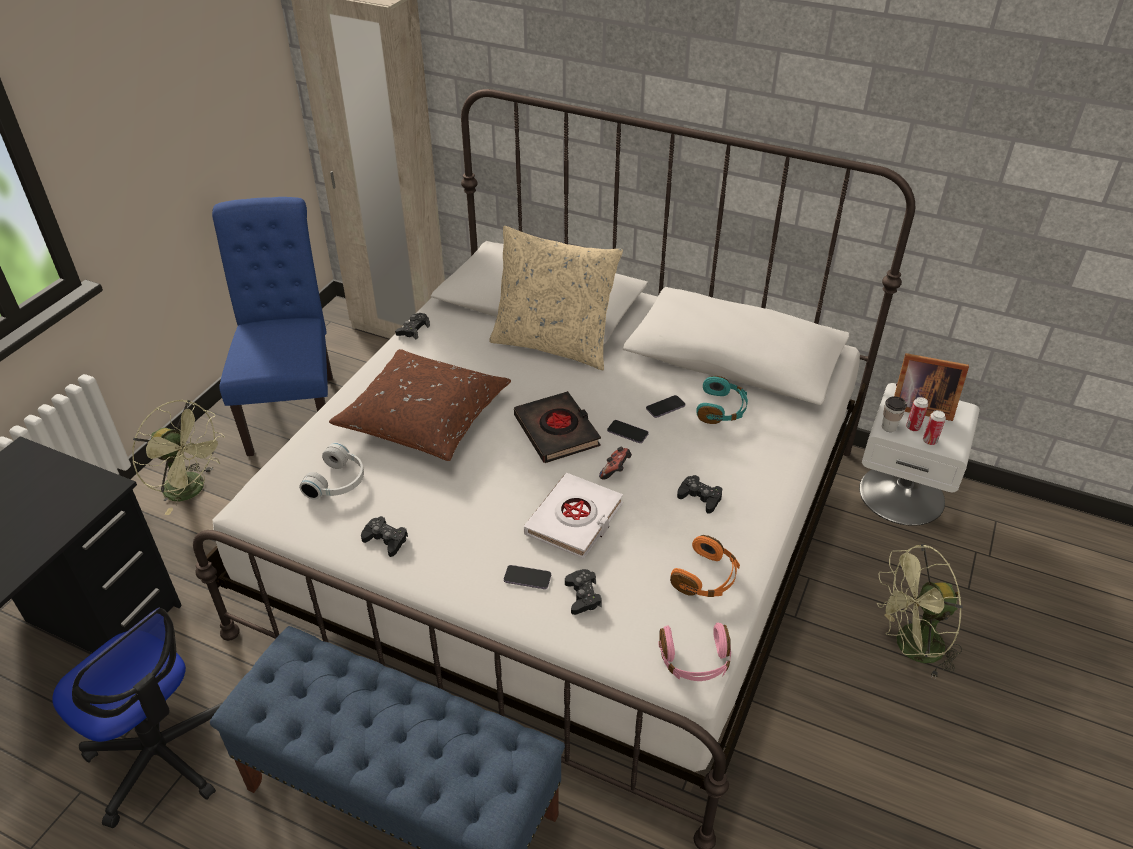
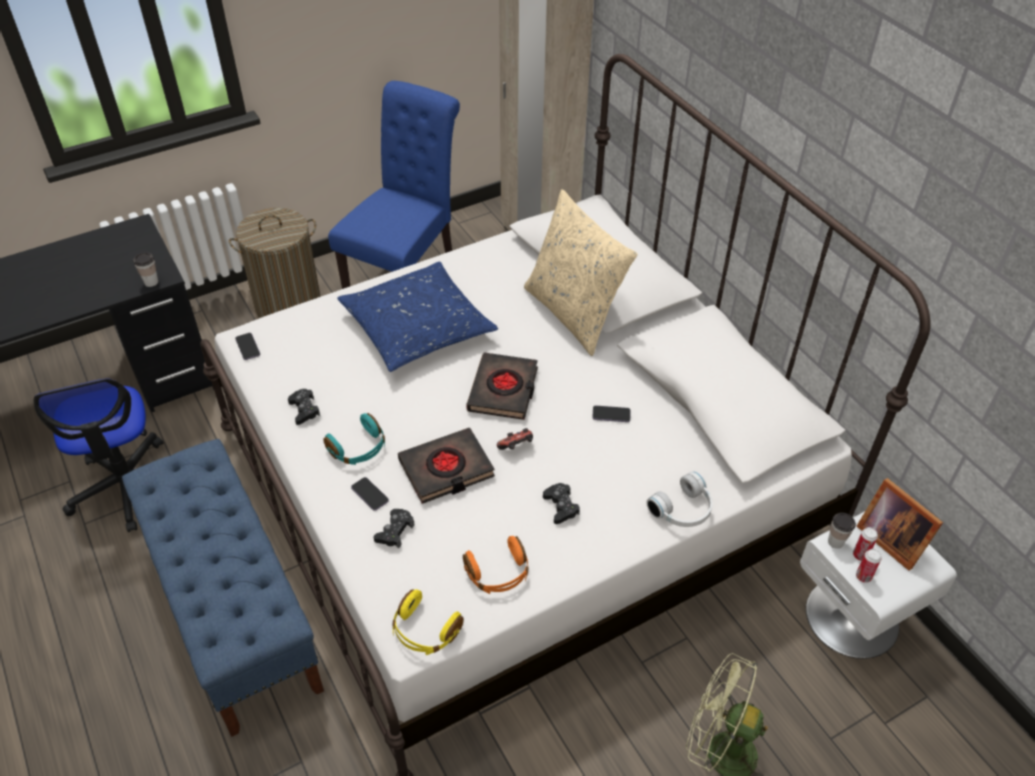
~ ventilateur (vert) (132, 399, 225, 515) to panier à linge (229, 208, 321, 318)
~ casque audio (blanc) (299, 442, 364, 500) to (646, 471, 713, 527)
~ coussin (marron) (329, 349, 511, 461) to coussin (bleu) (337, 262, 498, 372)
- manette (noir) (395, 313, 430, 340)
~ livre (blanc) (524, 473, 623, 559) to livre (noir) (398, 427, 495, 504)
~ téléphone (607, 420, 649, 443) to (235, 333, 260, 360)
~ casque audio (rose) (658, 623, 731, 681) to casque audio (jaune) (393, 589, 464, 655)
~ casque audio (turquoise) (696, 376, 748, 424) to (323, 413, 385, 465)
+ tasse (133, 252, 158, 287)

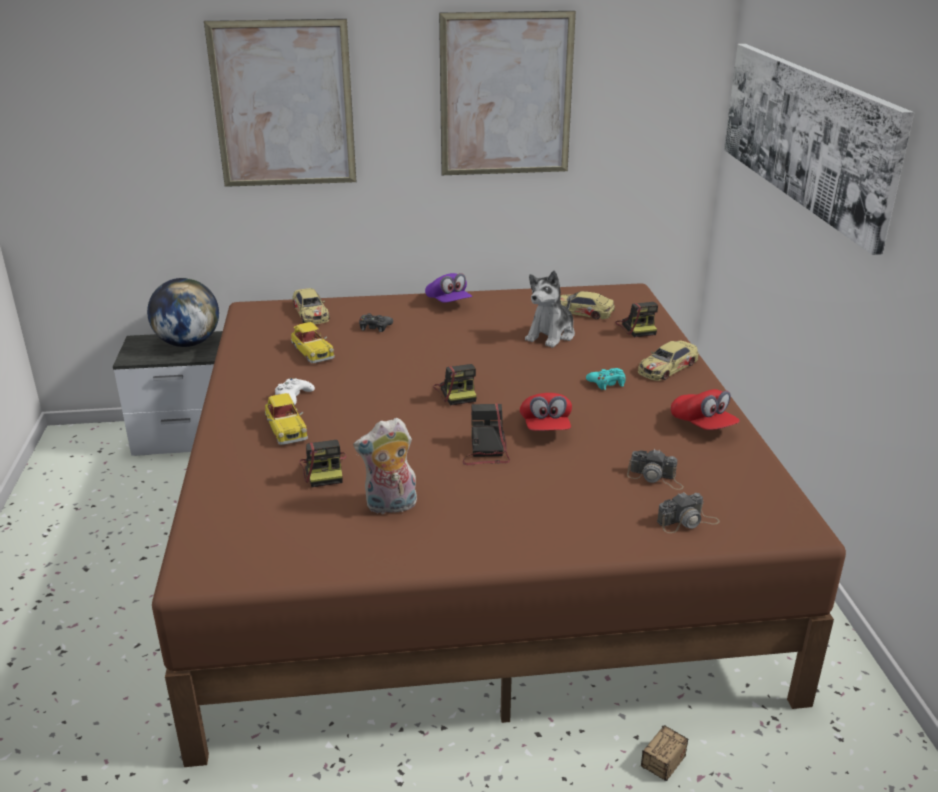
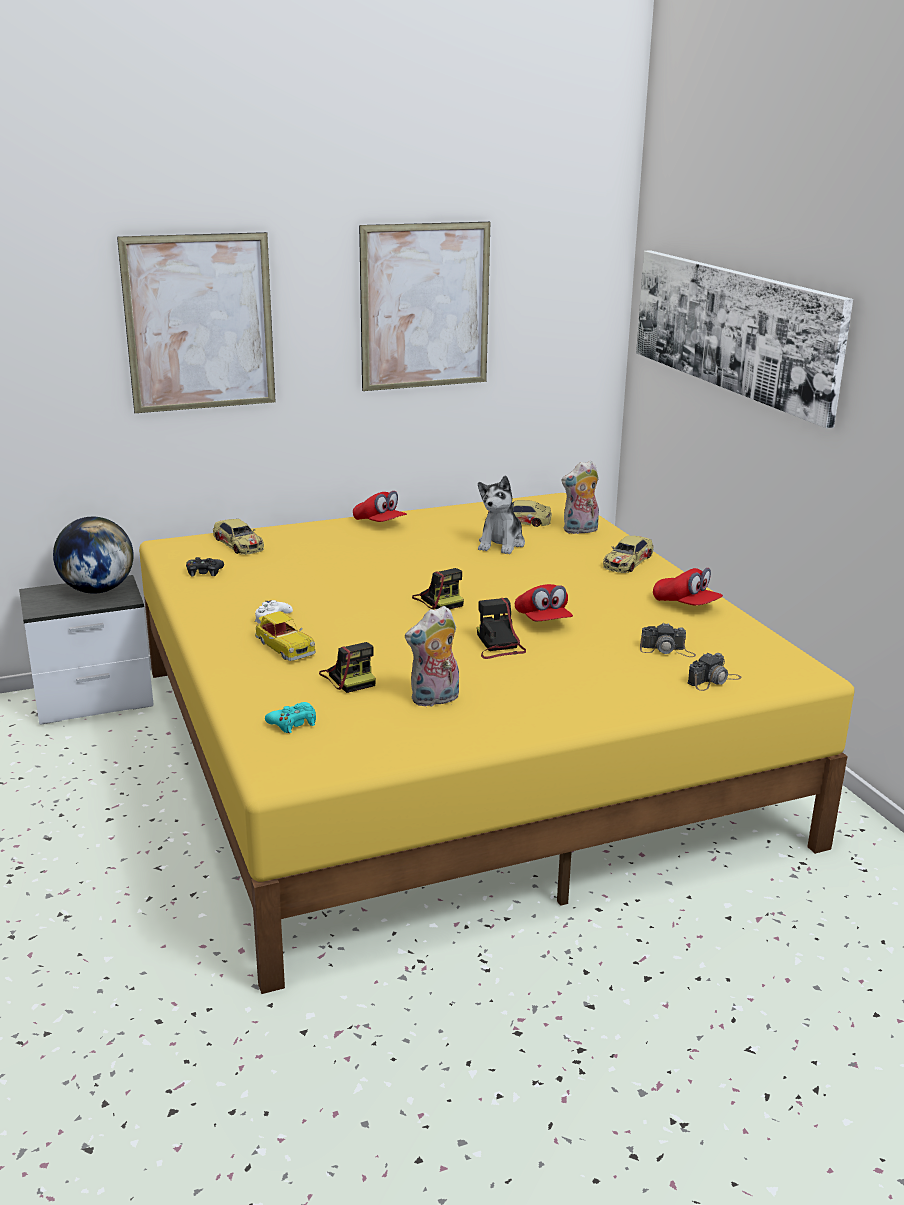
~ lit (marron) (152, 283, 846, 767) to lit (jaune) (139, 493, 855, 994)
- petite voiture (291, 322, 335, 363)
~ manette (noir) (359, 313, 393, 332) to (186, 557, 224, 577)
~ casquette (violet) (425, 273, 472, 303) to casquette (rouge) (353, 491, 407, 522)
~ manette (turquoise) (586, 368, 626, 390) to (265, 702, 316, 733)
~ appareil photo (615, 302, 658, 337) to peluche (561, 460, 599, 534)
- boîte de rangement (641, 725, 688, 781)

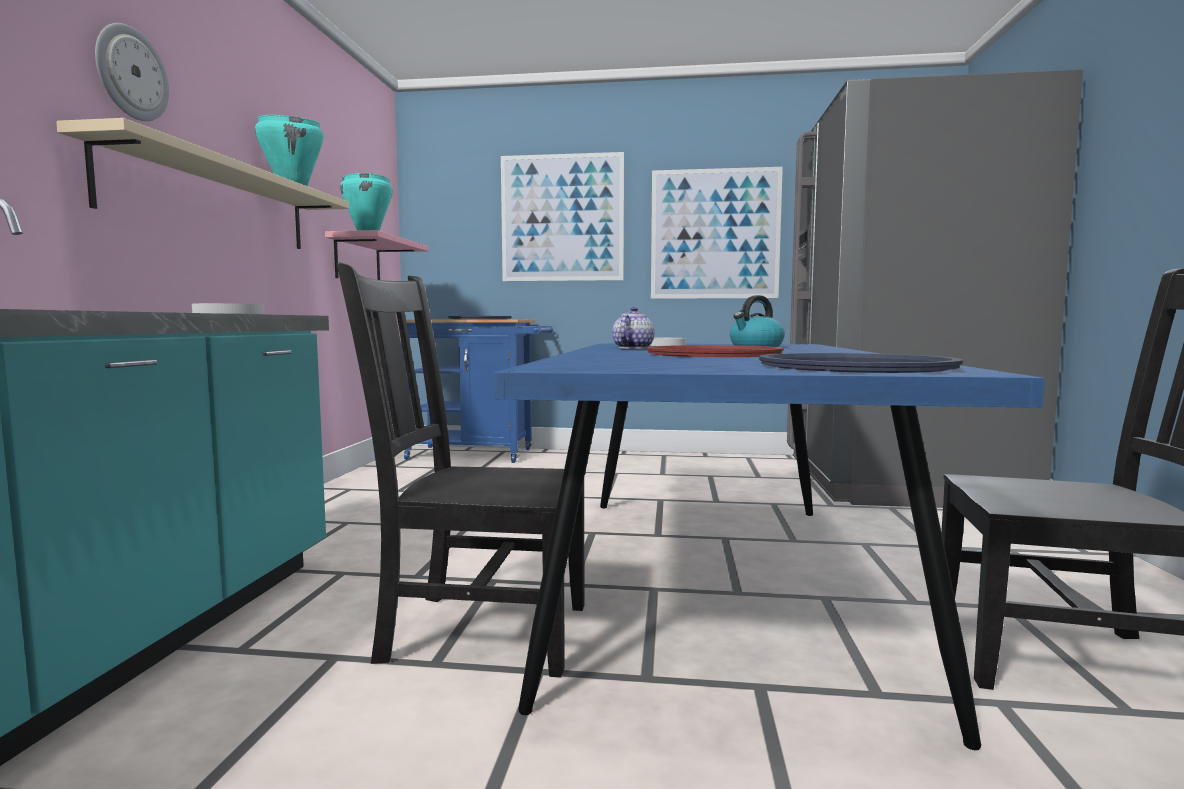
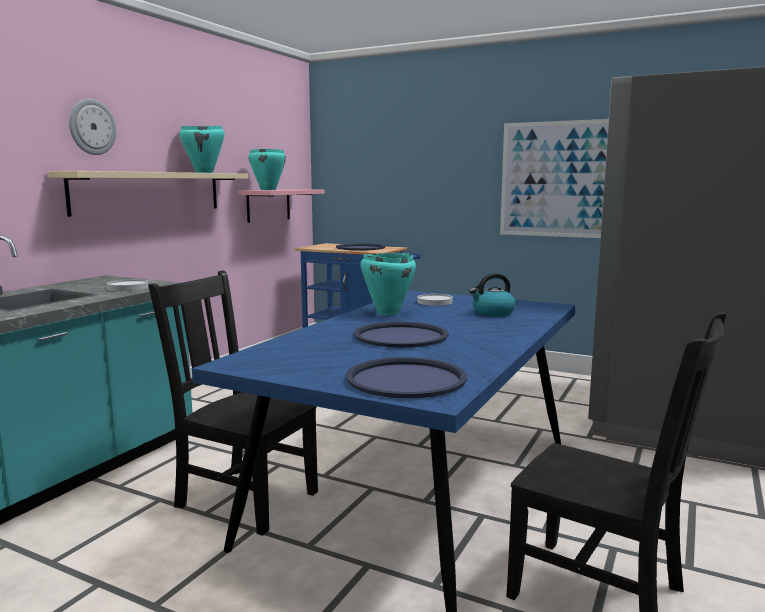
- tableau (501, 152, 624, 281)
~ théière (613, 307, 654, 349) to marmite (turquoise) (360, 253, 416, 315)
~ plateau (rouge) (646, 345, 784, 357) to plateau (bleu) (354, 322, 448, 348)

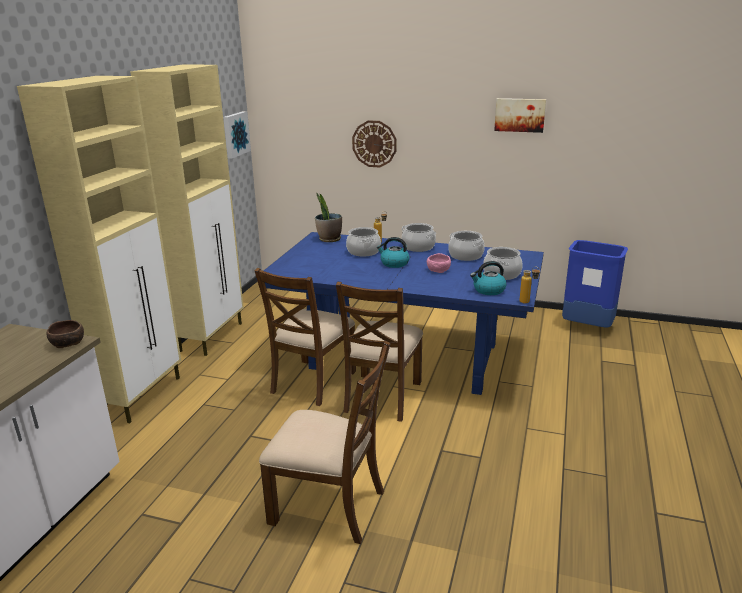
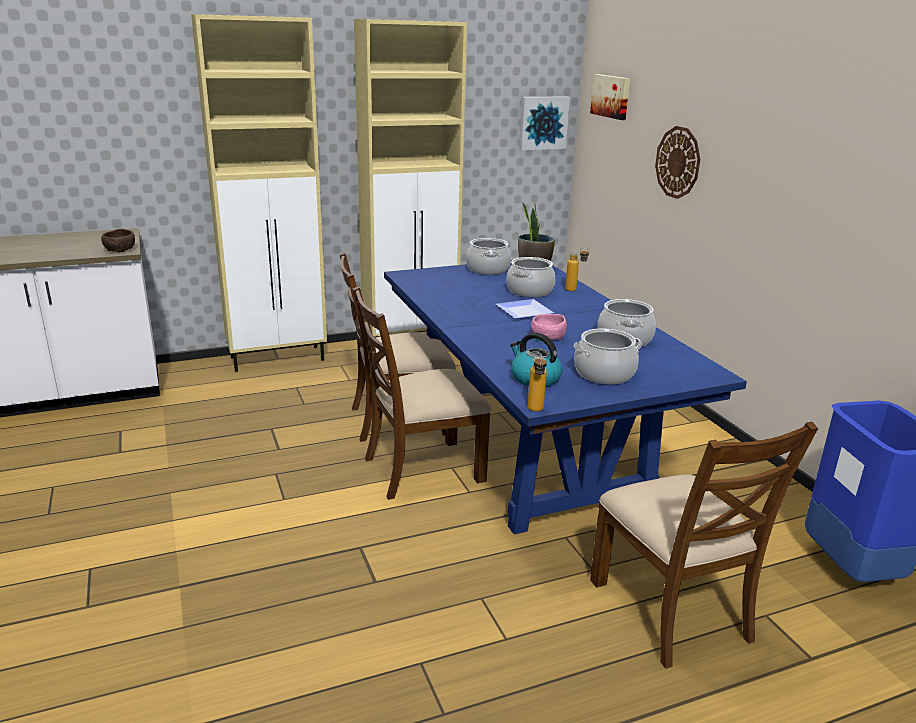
~ chaise (marron) (259, 340, 391, 544) to (590, 422, 818, 669)
~ bouilloire (377, 237, 410, 268) to assiette (496, 299, 555, 319)
~ marmite (401, 223, 436, 252) to (466, 238, 511, 275)
~ tableau (494, 98, 546, 133) to (590, 74, 630, 120)

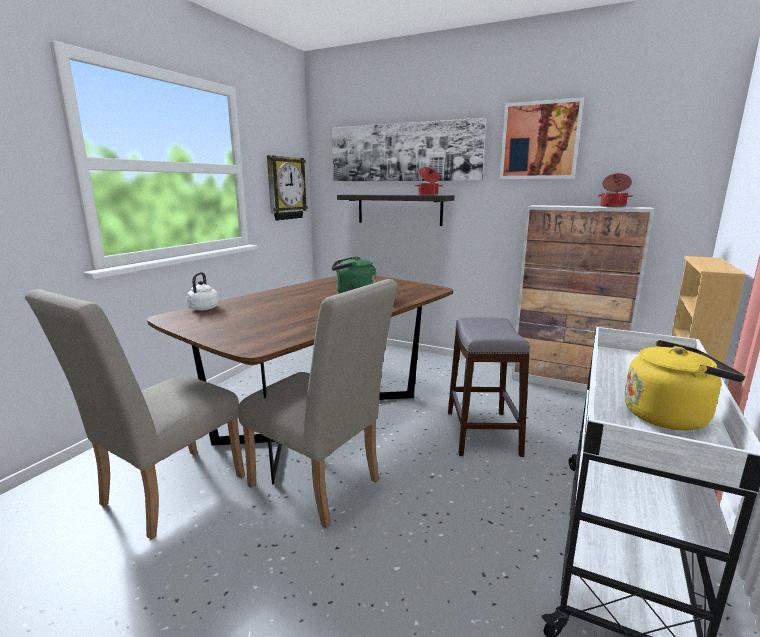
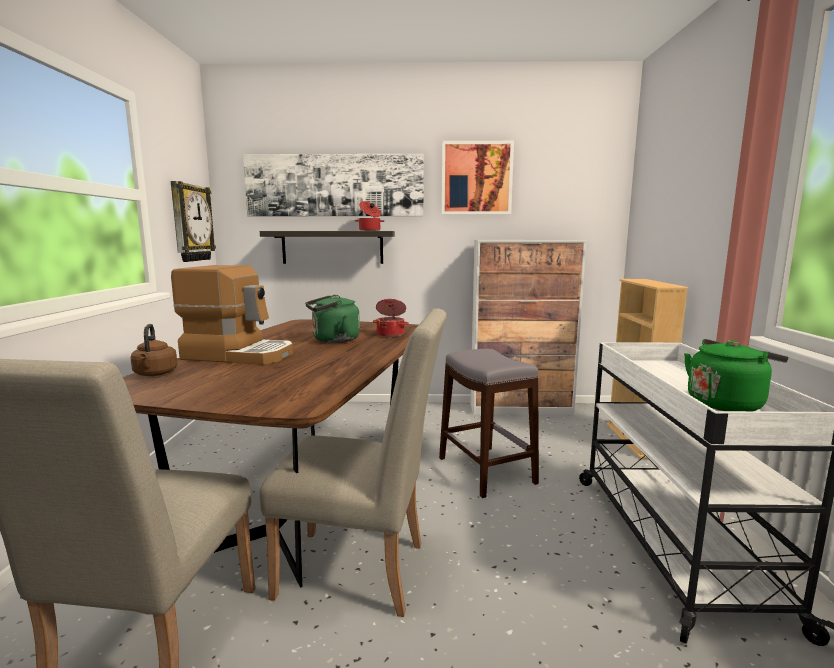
~ bouilloire (blanc) (186, 272, 219, 311) to bouilloire (marron) (131, 324, 177, 376)
~ marmite (598, 173, 633, 207) to (373, 299, 409, 337)
~ bouilloire (jaune) (625, 340, 746, 430) to bouilloire (vert) (684, 339, 788, 411)
+ machine à café (171, 265, 293, 365)

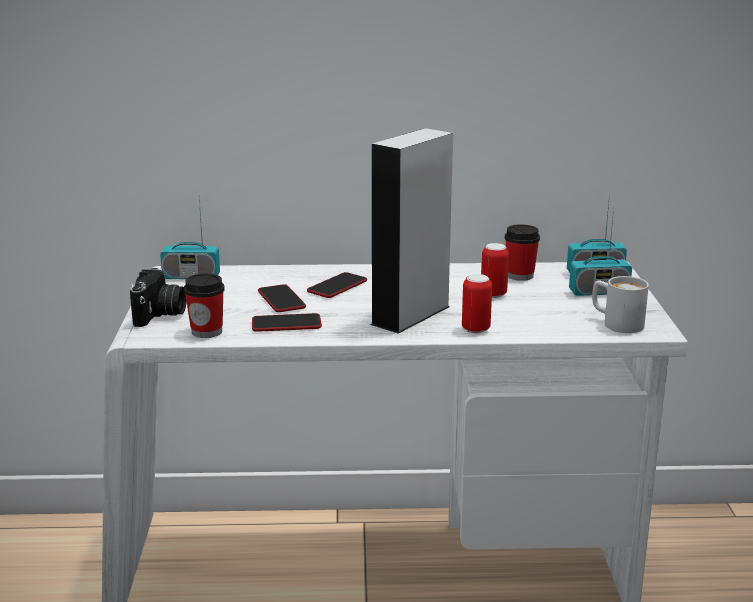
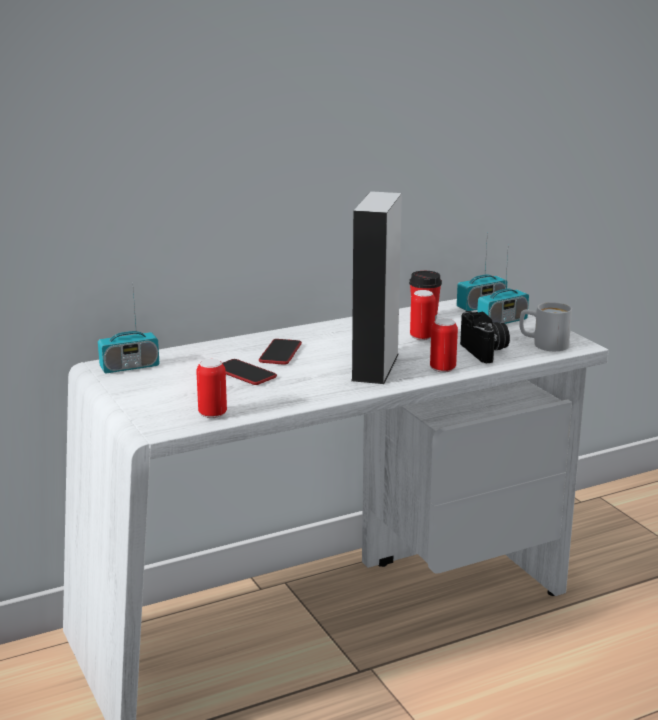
~ appareil photo (130, 268, 186, 327) to (460, 311, 510, 363)
~ tasse (184, 273, 225, 338) to boîte métallique (196, 359, 227, 418)
- téléphone (252, 313, 322, 332)

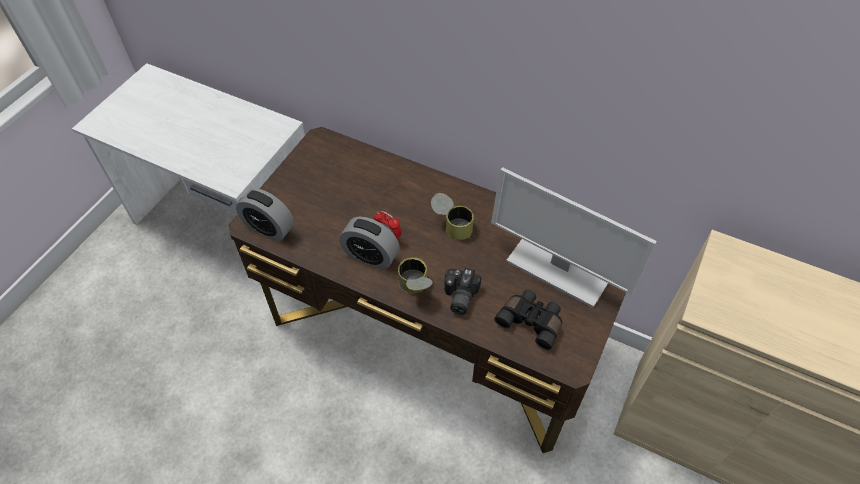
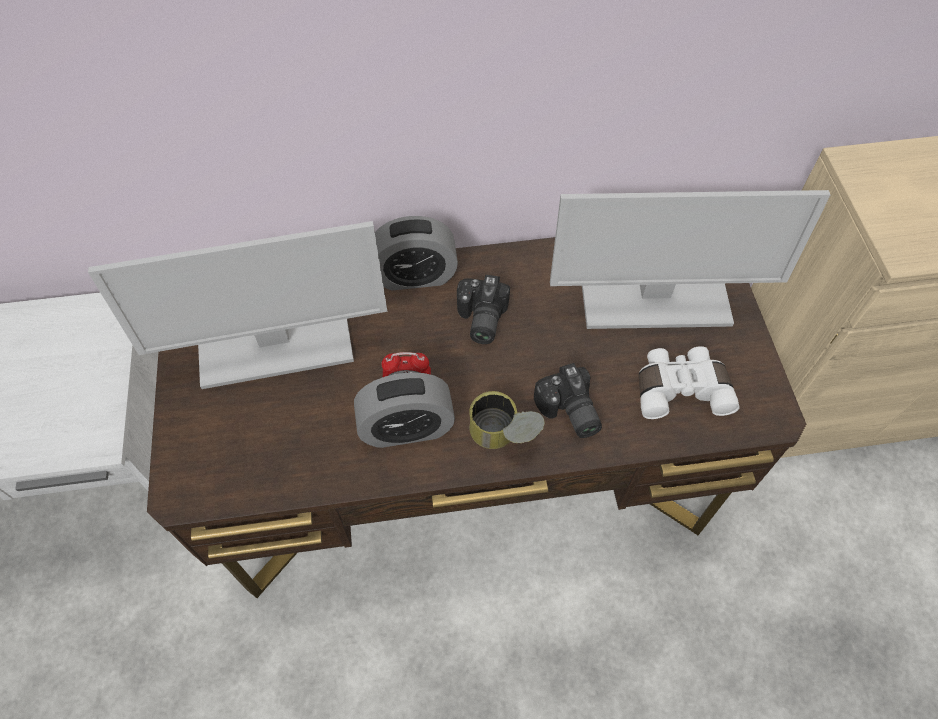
~ réveil (236, 188, 294, 242) to (375, 216, 458, 290)
~ boîte métallique (431, 193, 474, 240) to appareil photo (457, 275, 510, 344)
~ jumelles (noir) (494, 290, 562, 350) to jumelles (blanc) (639, 346, 740, 419)
+ écran d'ordinateur (88, 221, 388, 389)

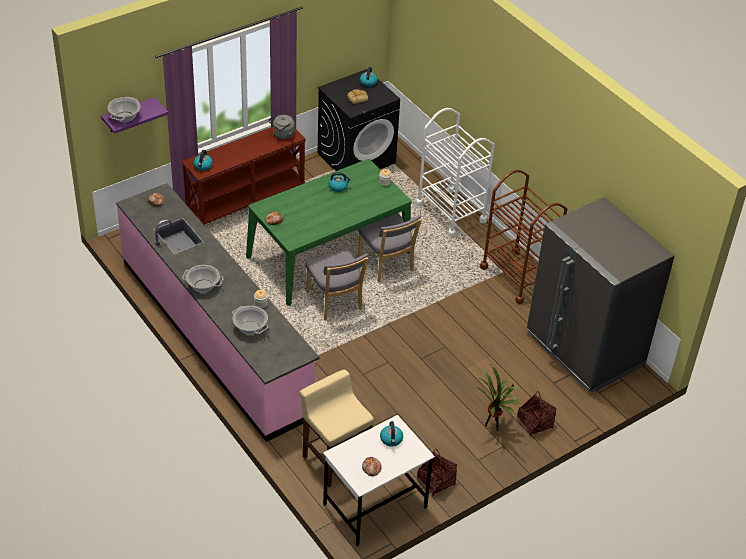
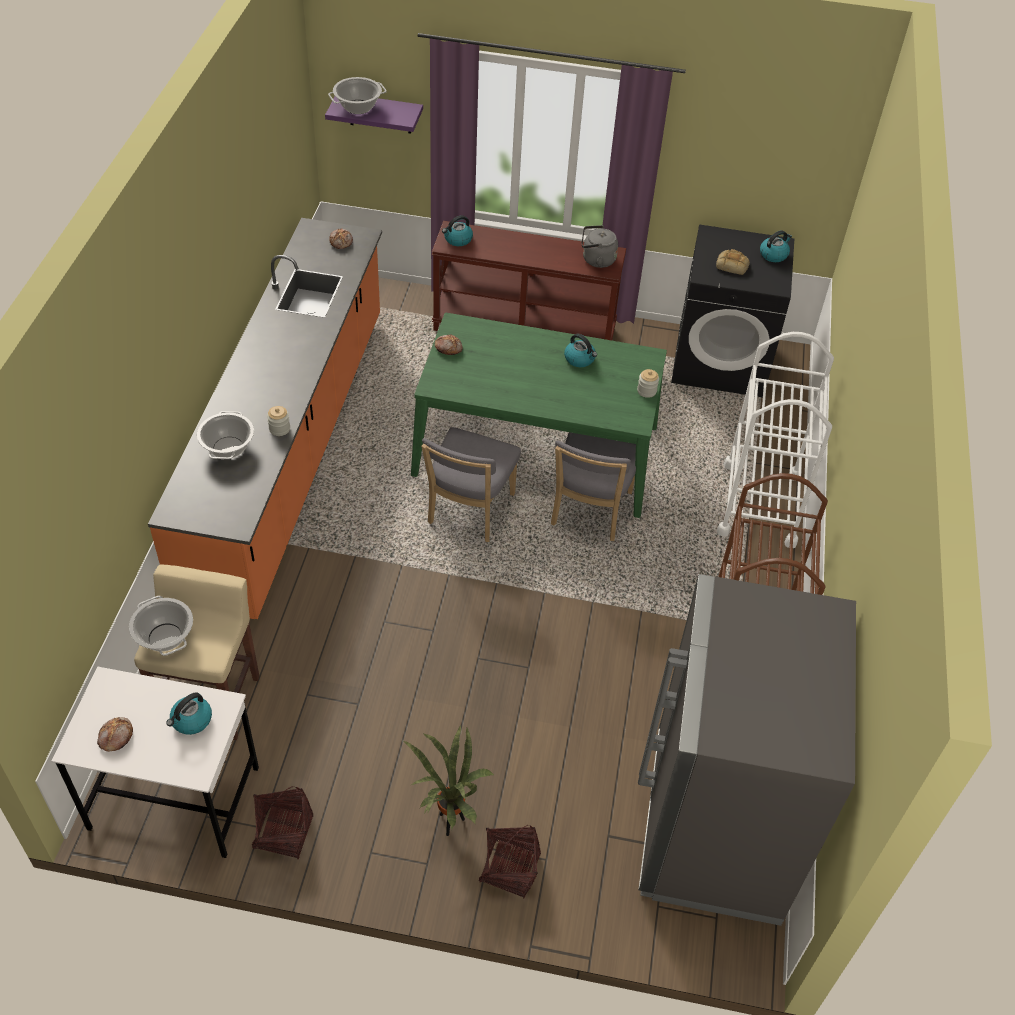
~ comptoir de cuisine (rose) (116, 183, 320, 442) to comptoir de cuisine (orange) (148, 218, 382, 619)
~ marmite (182, 265, 224, 293) to (129, 596, 193, 656)

